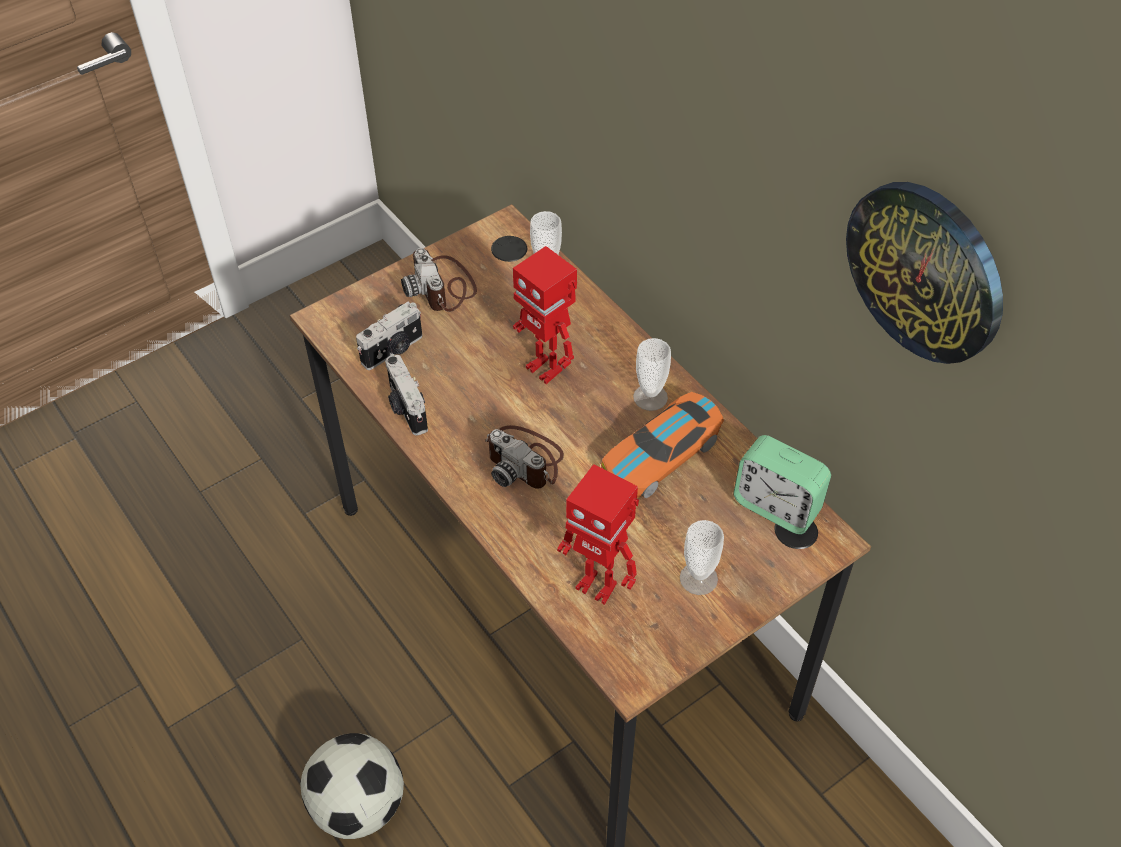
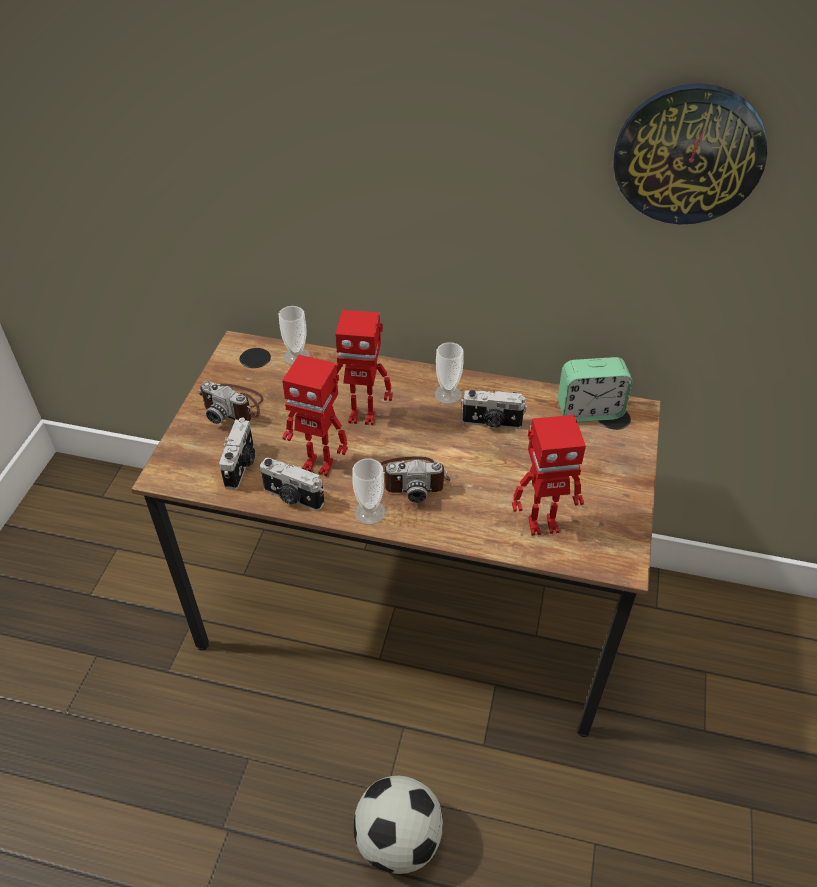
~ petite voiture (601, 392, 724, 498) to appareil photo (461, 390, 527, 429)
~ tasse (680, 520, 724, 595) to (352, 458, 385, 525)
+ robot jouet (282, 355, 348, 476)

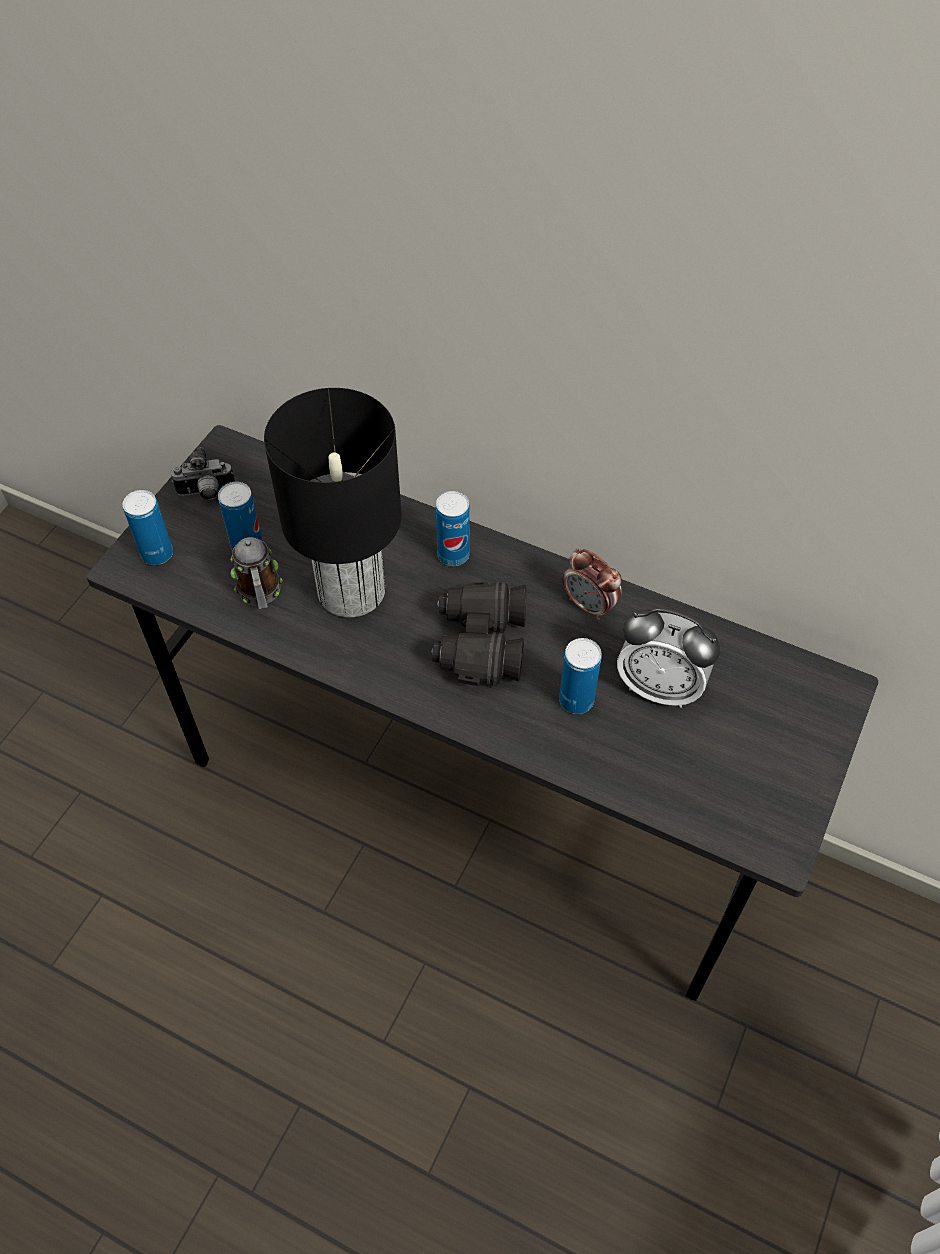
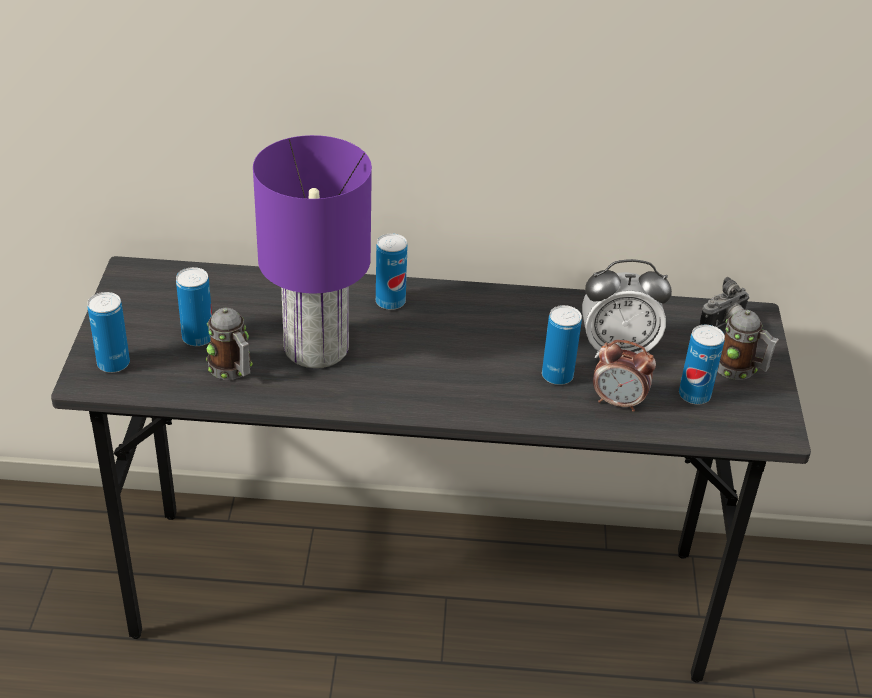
~ appareil photo (171, 447, 235, 500) to (699, 277, 749, 327)
~ lampe de table (noir) (264, 388, 402, 617) to lampe de table (violet) (253, 135, 372, 368)
- jumelles (noir) (431, 581, 526, 687)
~ réveil (563, 548, 622, 620) to (593, 340, 656, 412)
+ boîte métallique (679, 325, 725, 404)
+ mug (717, 310, 779, 380)

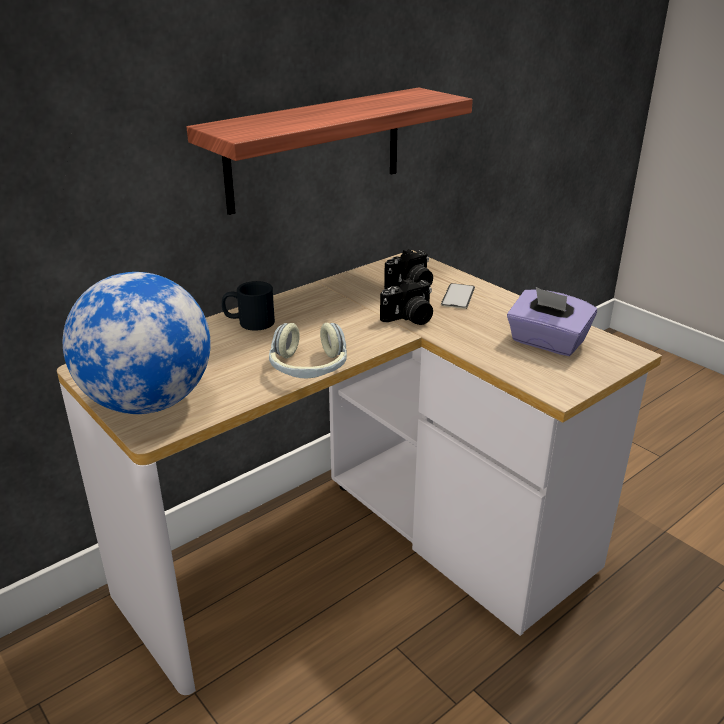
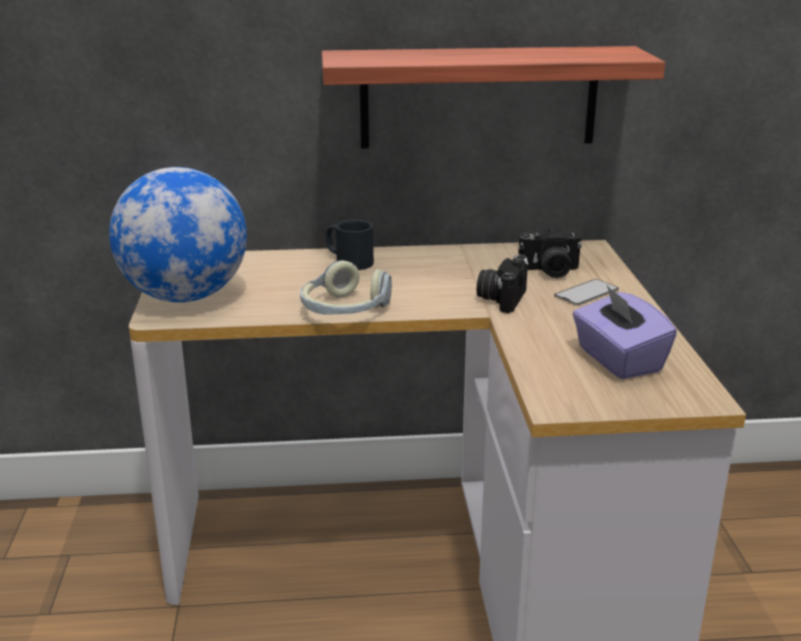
~ appareil photo (380, 278, 433, 325) = (476, 254, 529, 313) 105 degrees clockwise

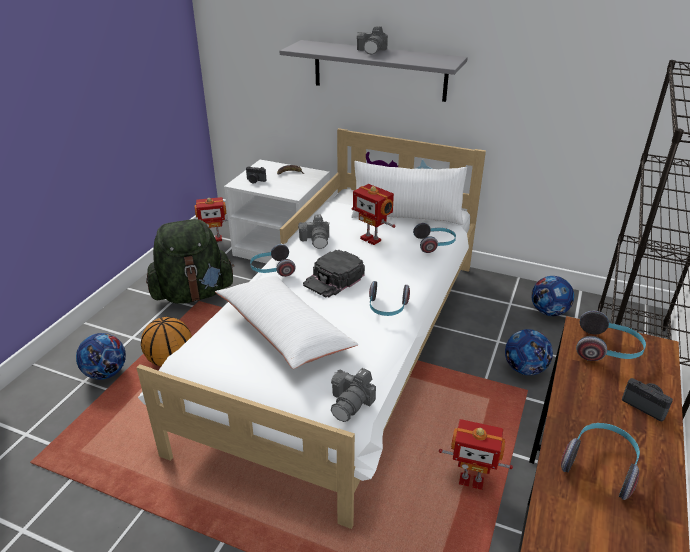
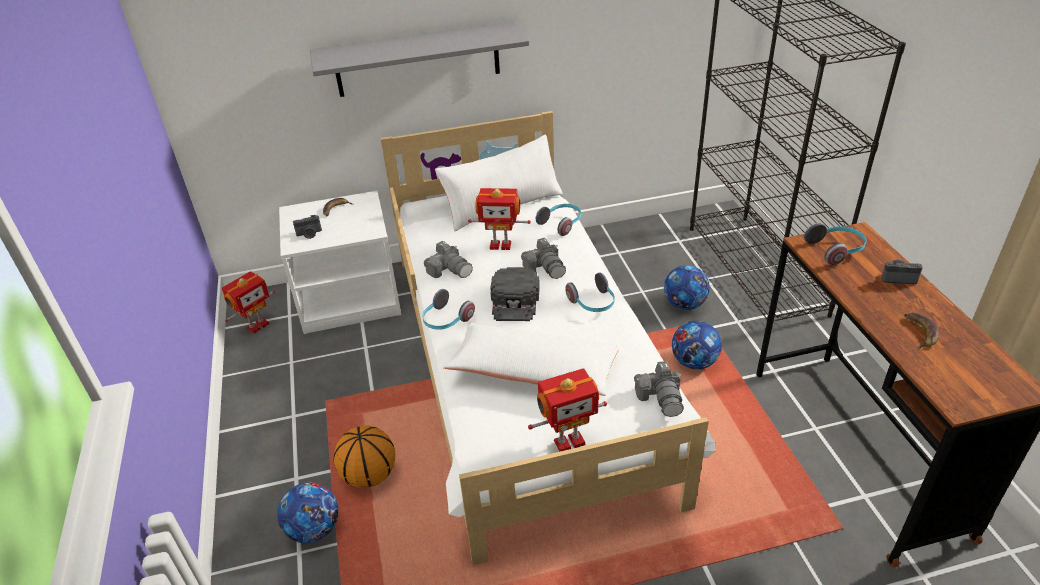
- sac à dos (vert) (146, 219, 234, 304)
~ appareil photo (357, 26, 388, 55) to (521, 238, 566, 279)
~ robot jouet (439, 419, 513, 490) to (528, 368, 607, 451)
~ ballon de foot (531, 276, 574, 316) to (672, 321, 722, 369)
~ casque audio (561, 423, 640, 500) to banane (904, 313, 939, 349)

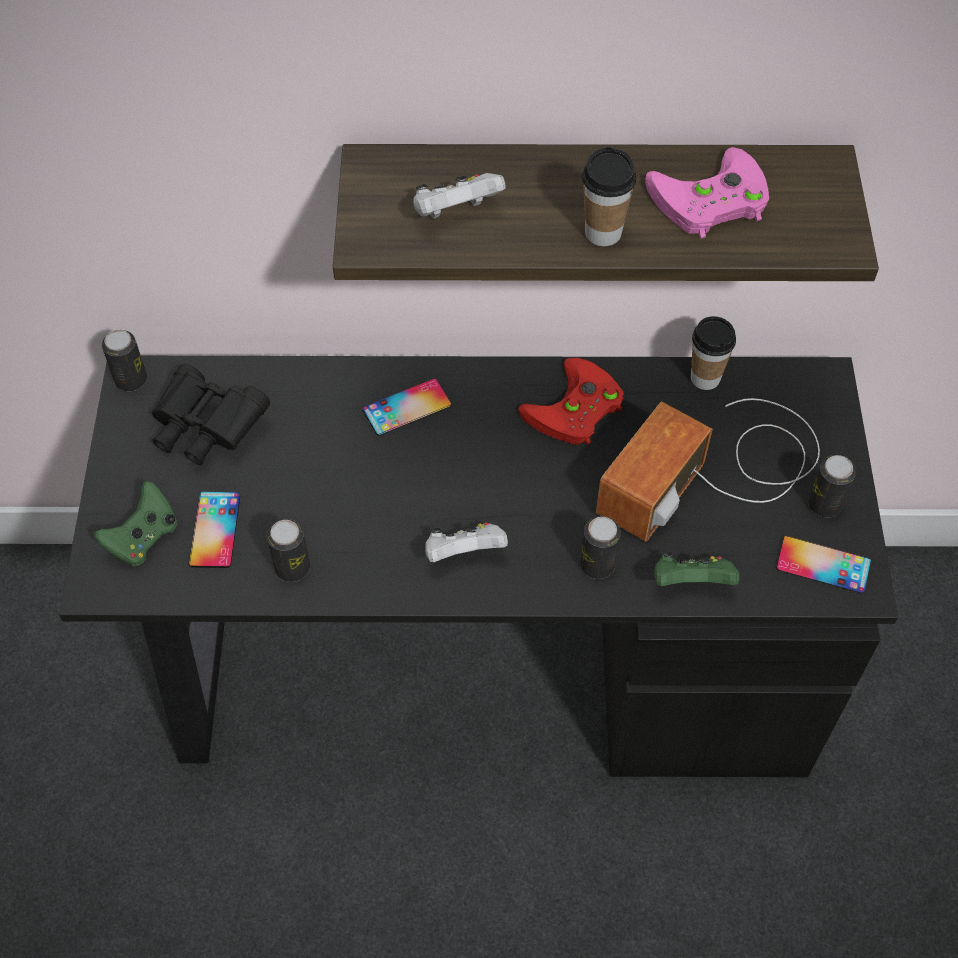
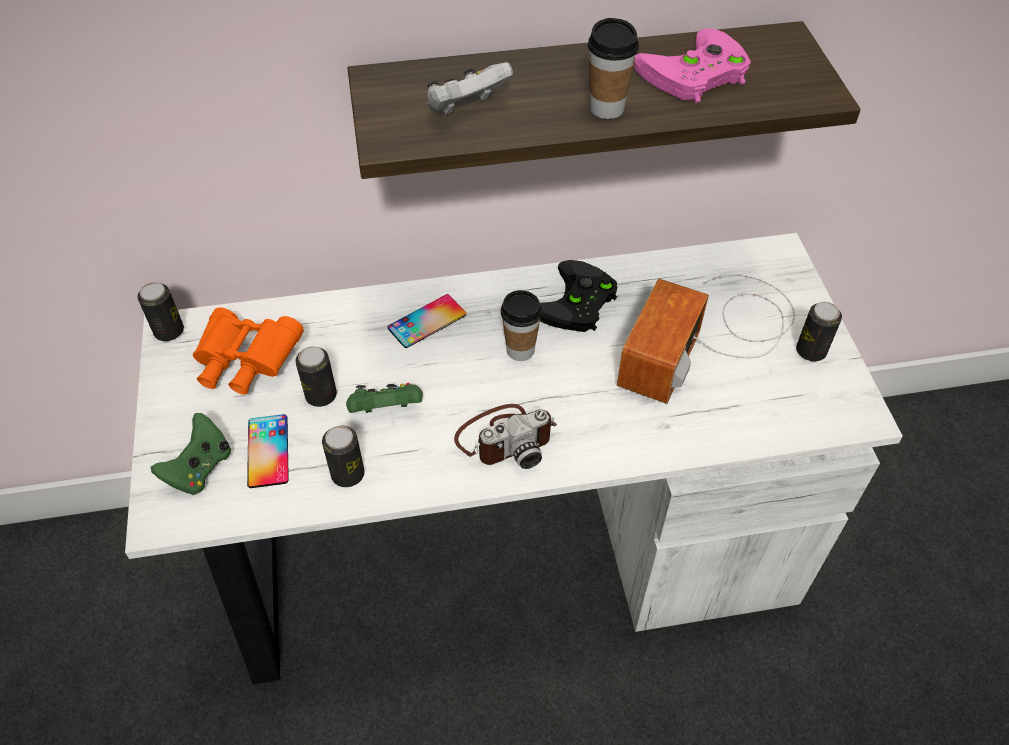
~ bureau (noir) (59, 356, 898, 777) to bureau (blanc) (125, 233, 903, 684)
~ jumelles (noir) (152, 364, 270, 465) to jumelles (orange) (193, 307, 304, 395)
~ manette (blanc) (425, 522, 508, 562) to appareil photo (454, 404, 557, 469)
~ manette (rouge) (518, 358, 624, 445) to manette (noir) (540, 260, 617, 332)
~ boîte métallique (580, 516, 621, 579) to (295, 346, 337, 407)
~ manette (vert) (654, 552, 739, 586) to (346, 383, 423, 413)
~ tasse (691, 316, 736, 390) to (501, 290, 542, 361)
- téléphone (776, 536, 871, 593)

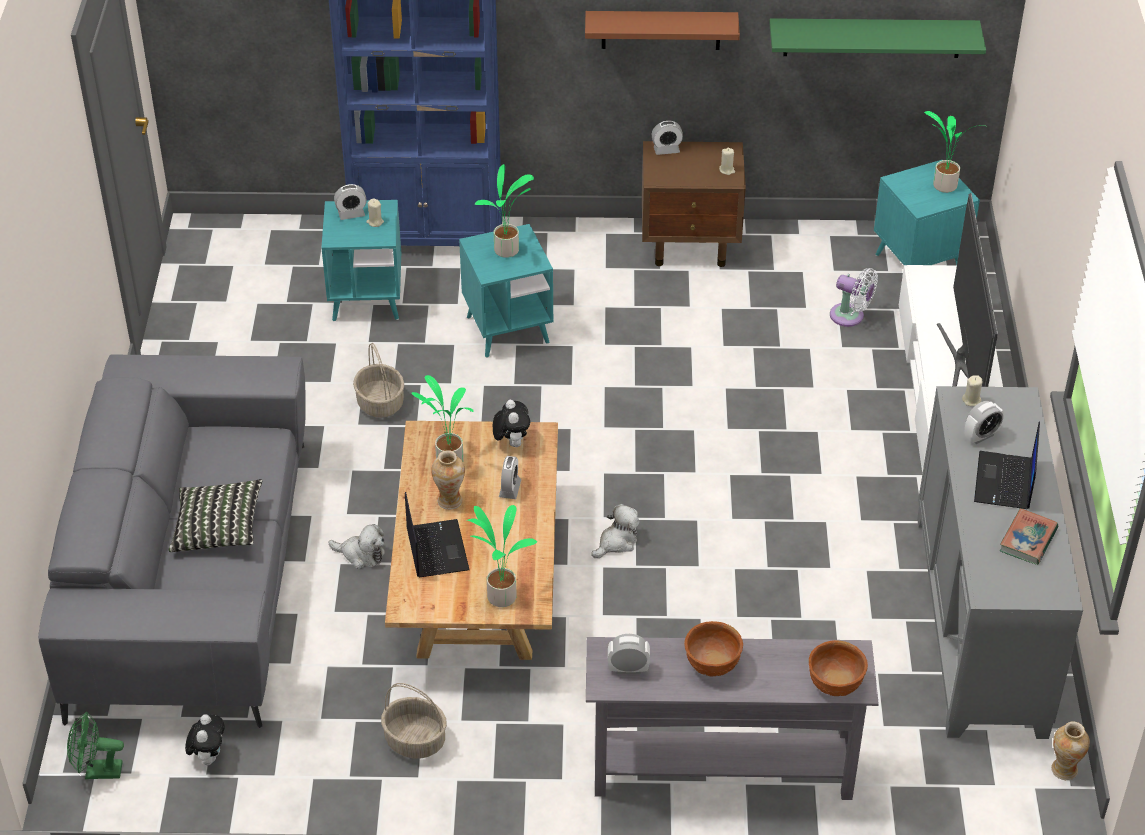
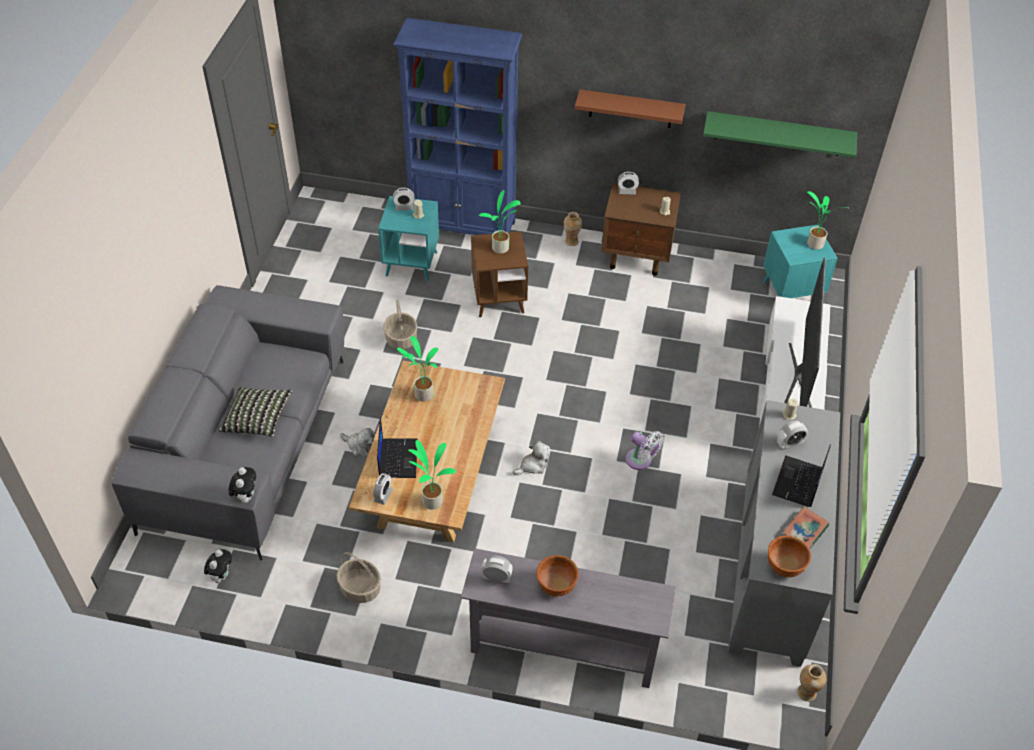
- ventilateur (vert) (67, 712, 124, 779)
~ vase (431, 450, 465, 510) to (563, 212, 582, 246)
~ table d'appoint (turquoise) (459, 224, 553, 358) to table d'appoint (marron) (471, 231, 528, 318)
~ peluche (493, 400, 530, 447) to (229, 467, 256, 503)
~ réveil (499, 456, 521, 499) to (373, 473, 393, 505)
~ bol (marron) (809, 640, 868, 696) to (768, 535, 811, 577)
~ ventilateur (blanc) (830, 268, 878, 327) to (625, 431, 663, 470)

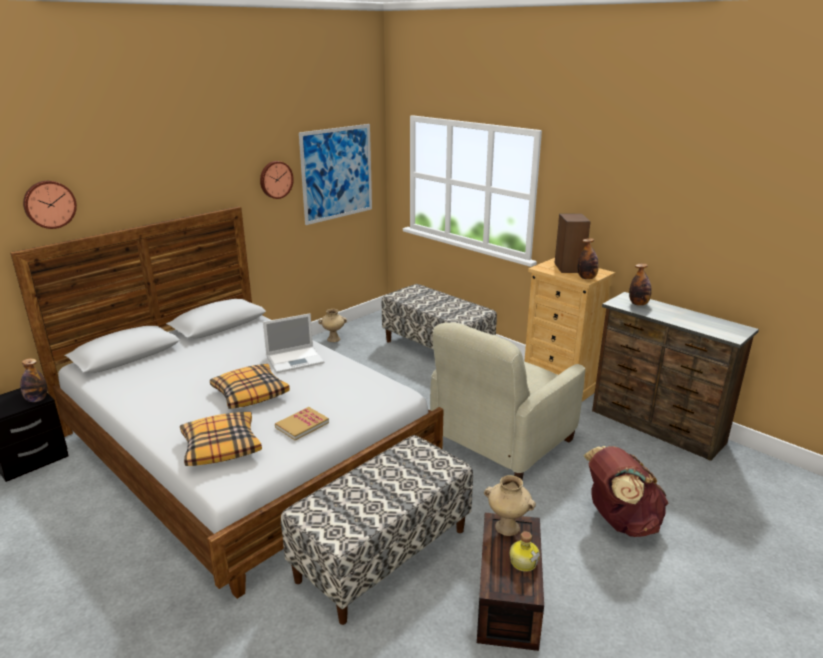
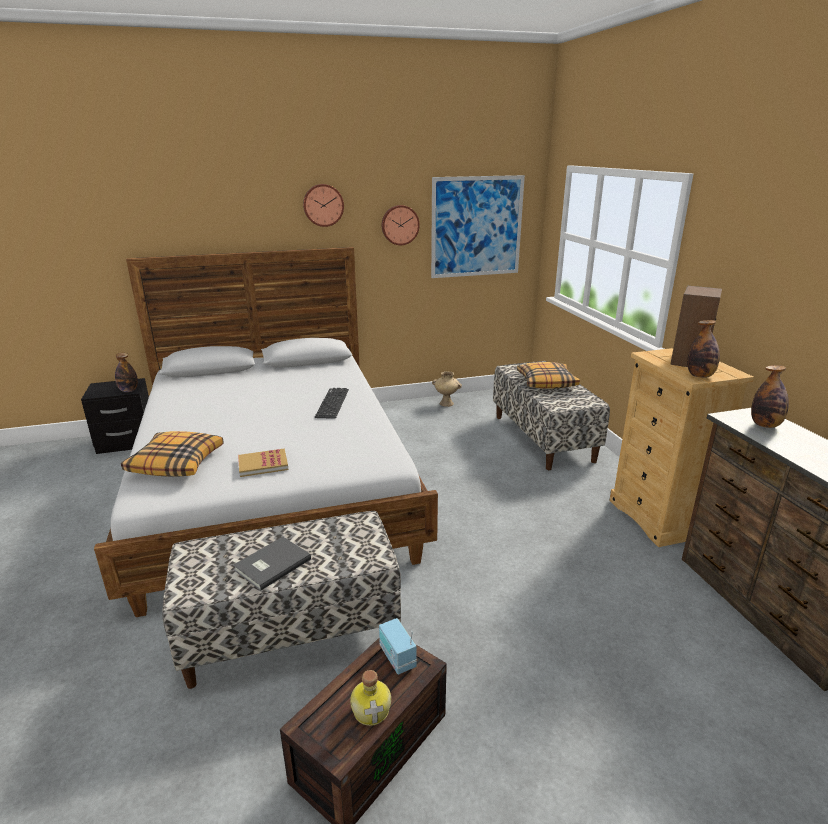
~ horloge murale (23, 181, 77, 229) to (303, 184, 344, 227)
~ coussin (210, 364, 290, 409) to (517, 362, 580, 389)
~ ordinateur portable (263, 313, 324, 373) to clavier (315, 388, 349, 419)
- fauteuil (beige) (430, 323, 585, 480)
~ vase (beige) (484, 475, 536, 536) to radio (379, 618, 417, 675)
- sac à dos (marron) (583, 446, 669, 537)
+ livre (gris) (233, 537, 311, 591)

